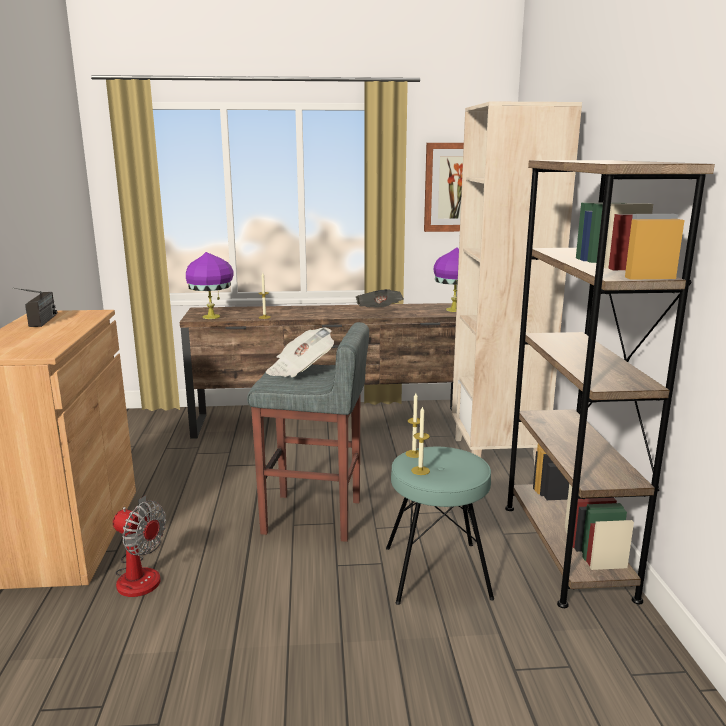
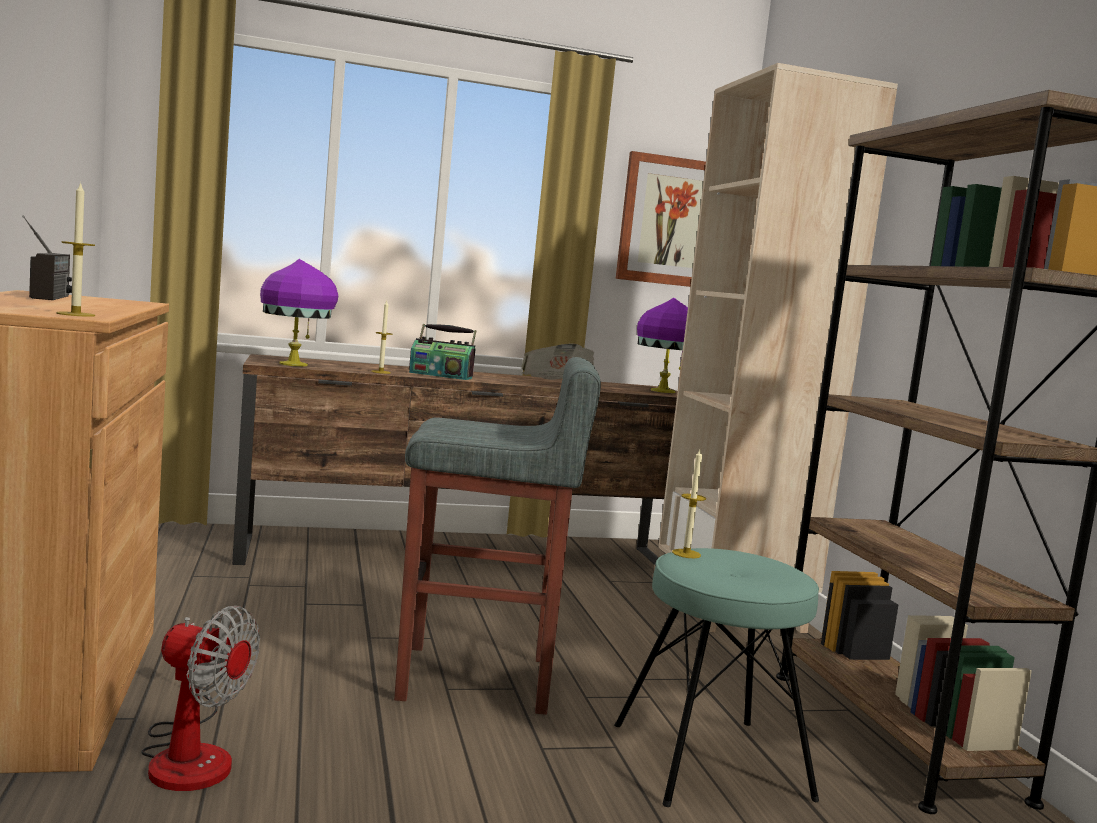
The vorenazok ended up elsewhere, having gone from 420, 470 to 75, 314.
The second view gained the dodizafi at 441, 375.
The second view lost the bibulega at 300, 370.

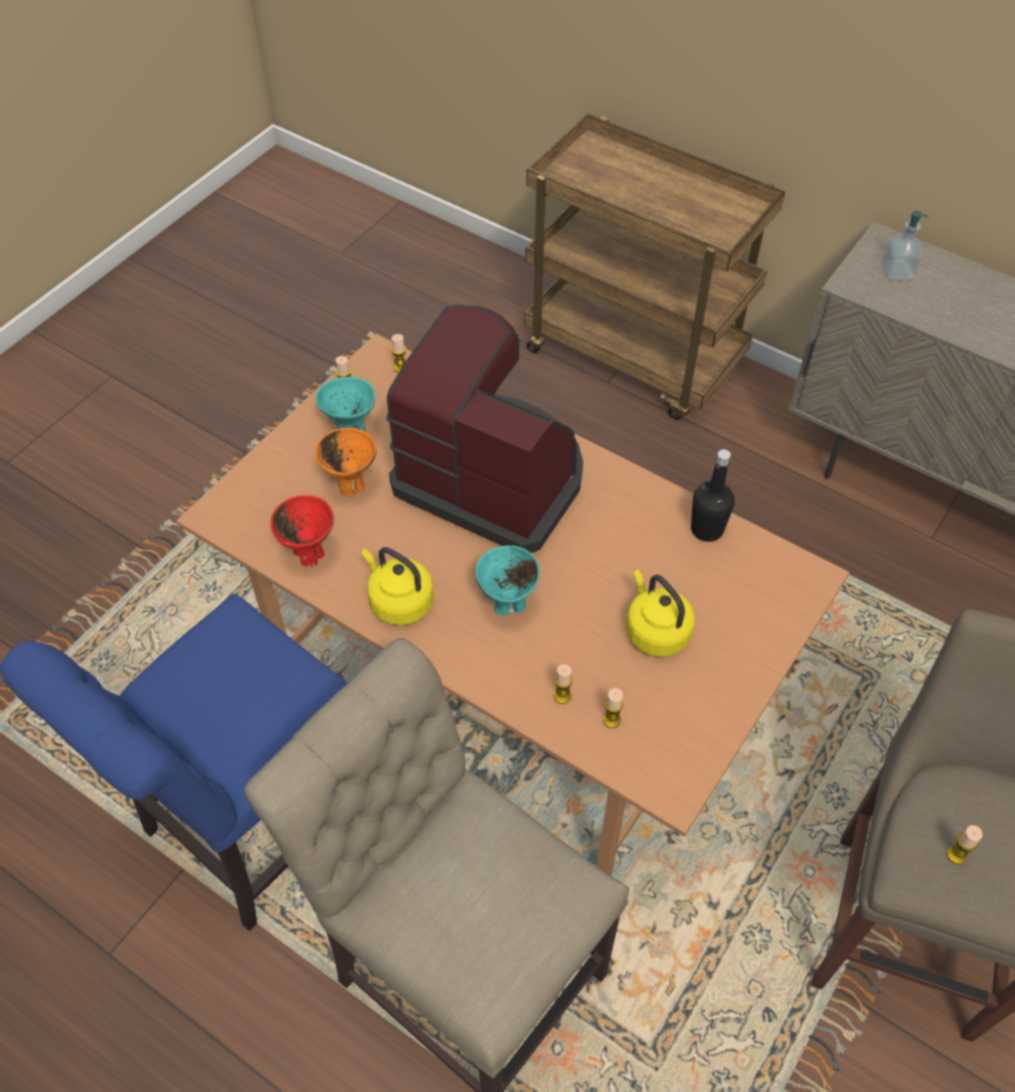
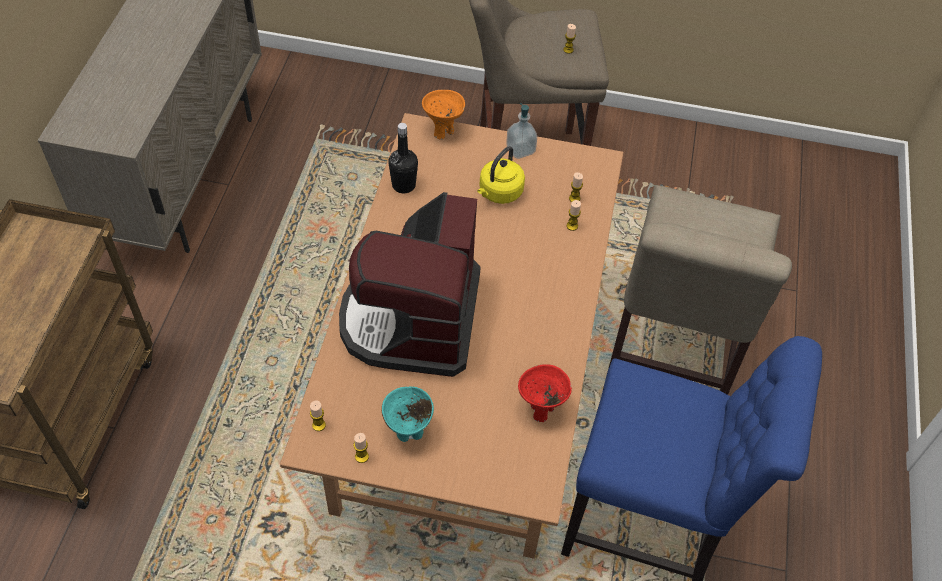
The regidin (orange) ended up elsewhere, having gone from 351, 485 to 443, 131.
The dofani ended up elsewhere, having gone from 896, 272 to 520, 150.
The second view lost the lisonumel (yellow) at 399, 601.
The second view lost the regidin (turquoise) at 508, 605.

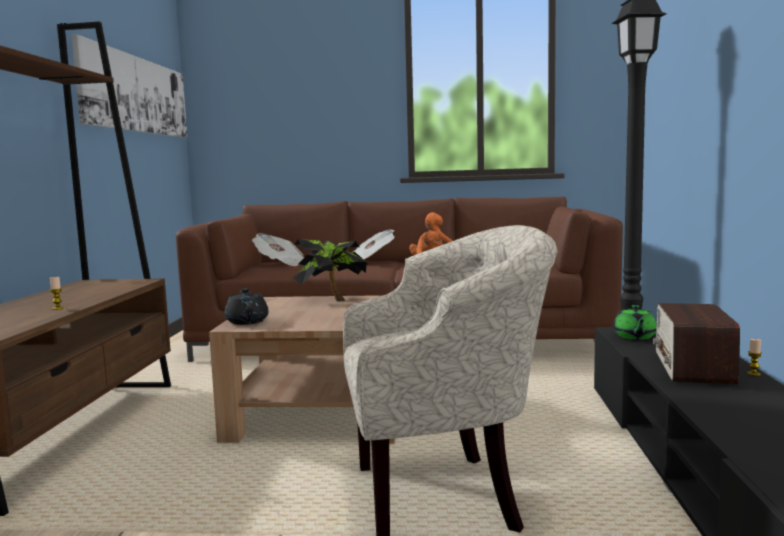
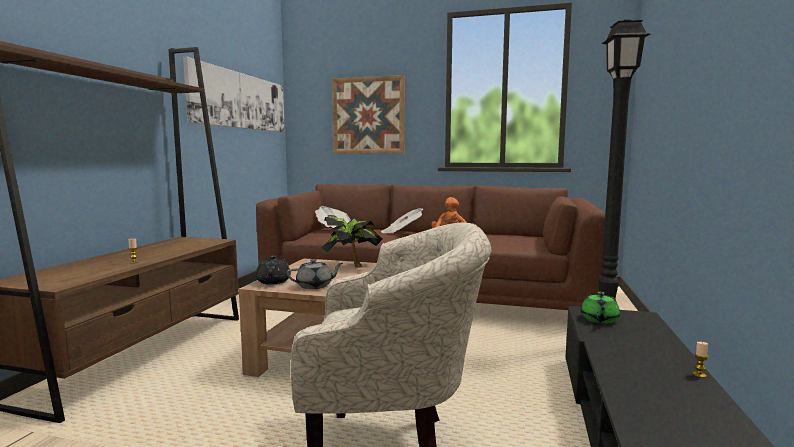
The second view gained the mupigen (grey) at 315, 286.
The second view gained the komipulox at 368, 115.
The second view lost the dodizafi at 693, 367.

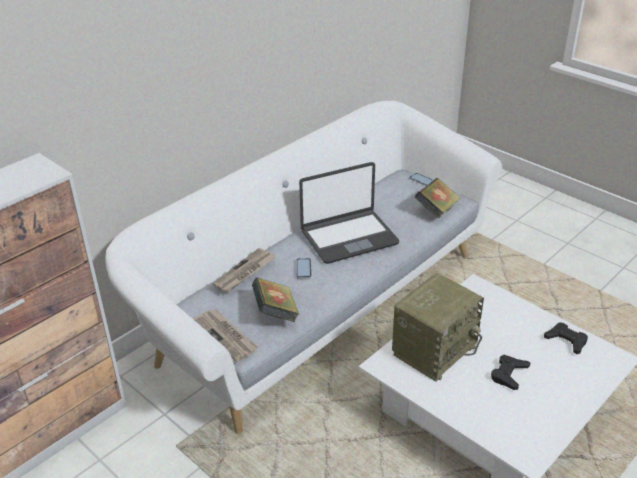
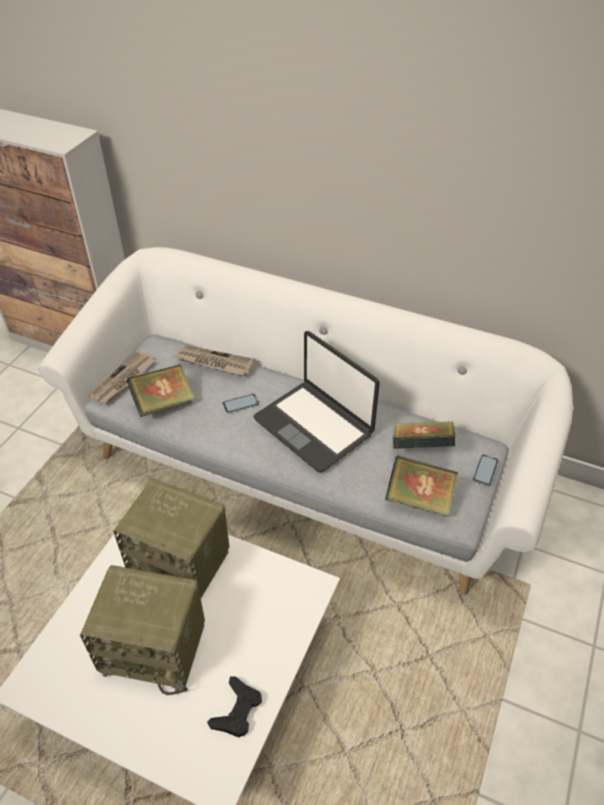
Where the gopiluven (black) stood at 509, 374, the dodizafi came to stand at 156, 647.
The second view gained the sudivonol at 421, 448.

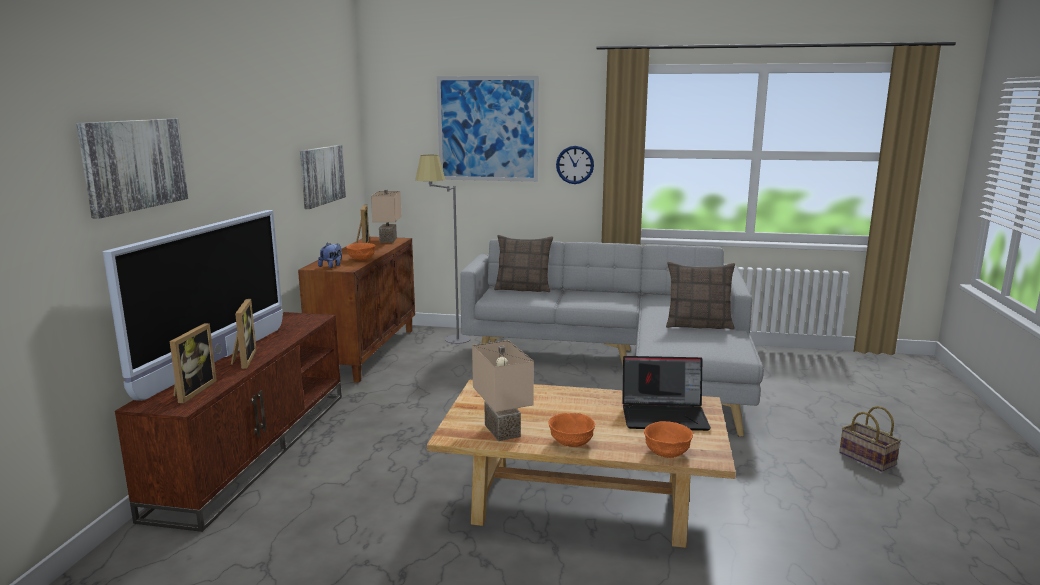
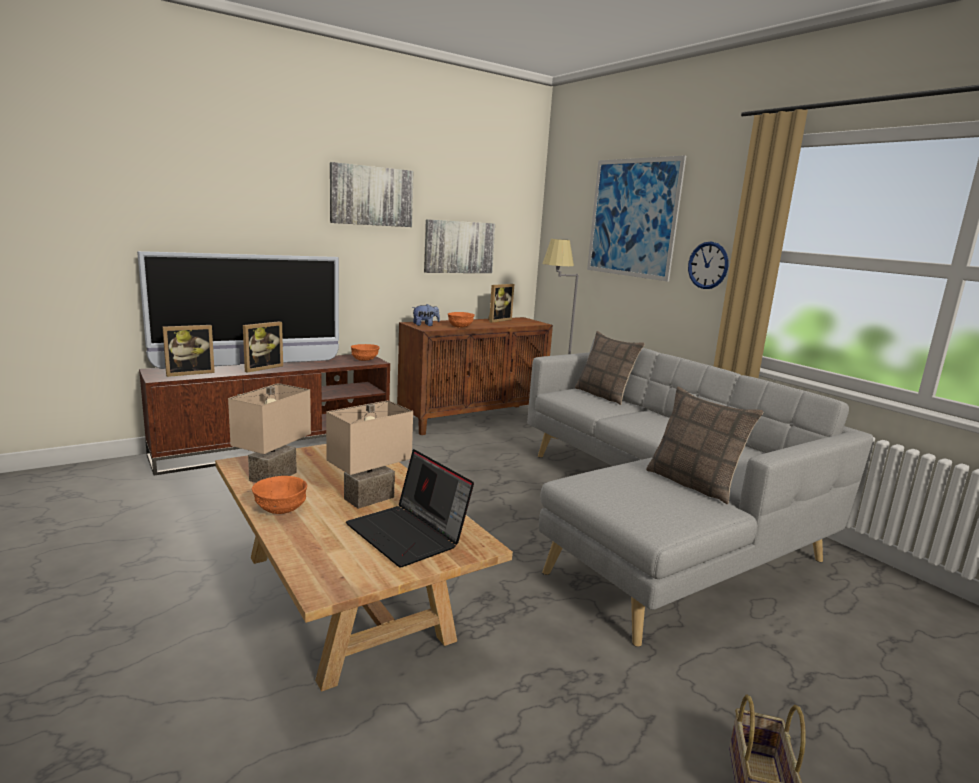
The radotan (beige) ended up elsewhere, having gone from 389, 240 to 370, 499.
The komipulox ended up elsewhere, having gone from 134, 164 to 371, 196.
The regidin (orange) ended up elsewhere, having gone from 667, 452 to 364, 360.

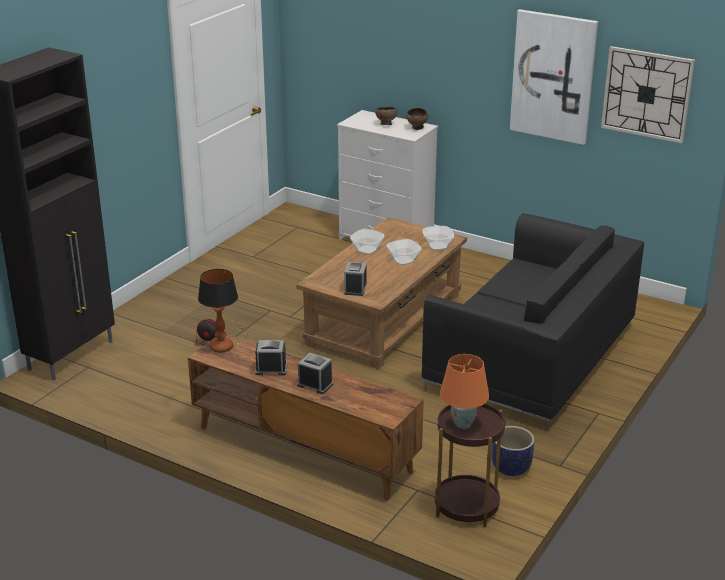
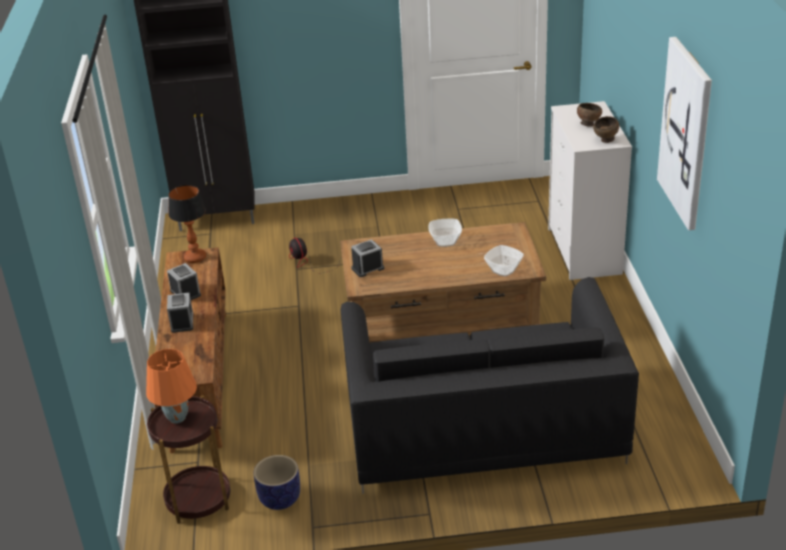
The second view lost the regidin at 403, 260.
The second view lost the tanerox at 647, 94.

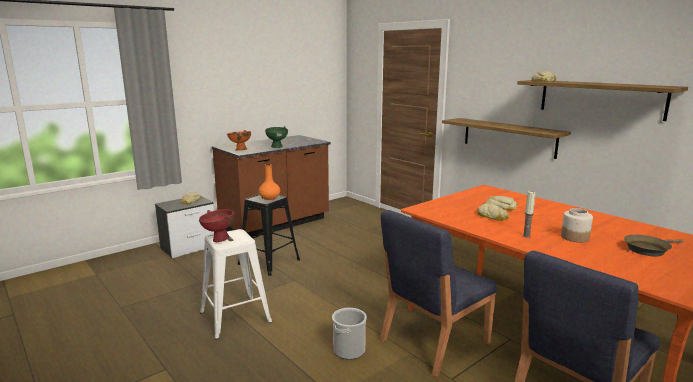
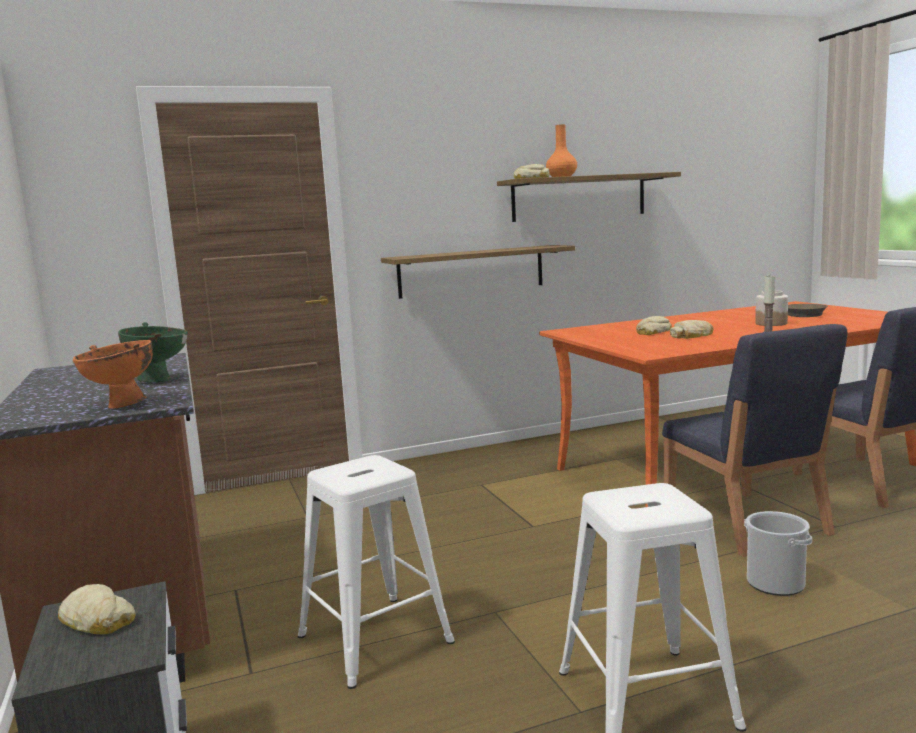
What was the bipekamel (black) at 270, 262 turned into the bipekamel (white) at 375, 637.
The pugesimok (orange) ended up elsewhere, having gone from 270, 198 to 562, 177.
The second view lost the regidin (red) at 219, 240.

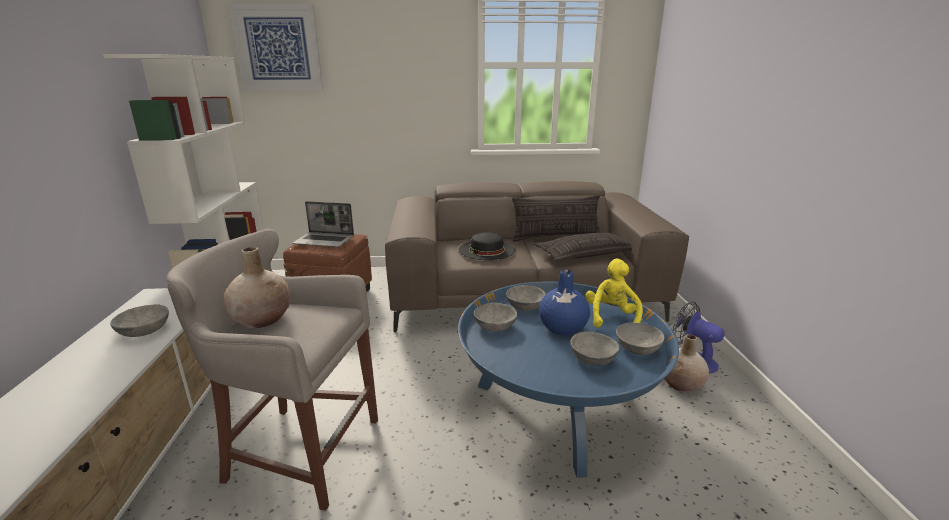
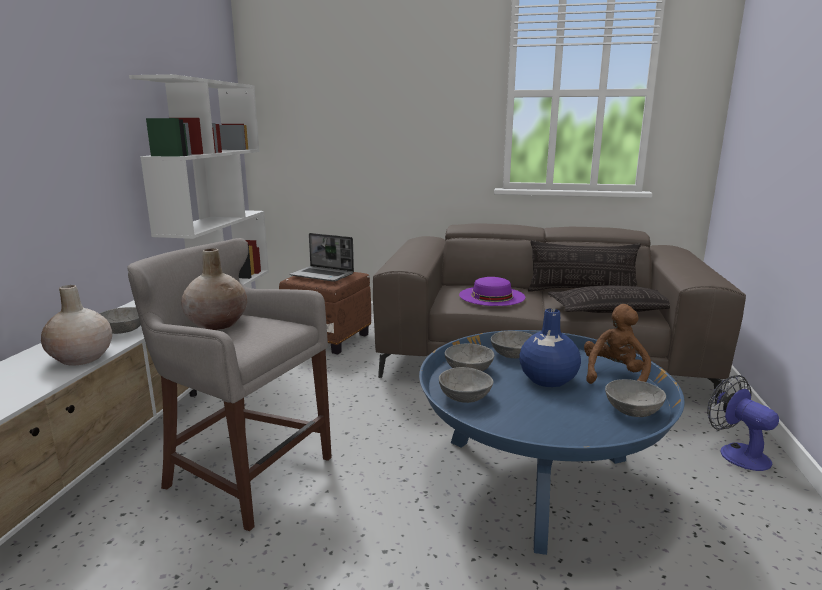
The pugesimok (beige) ended up elsewhere, having gone from 681, 384 to 81, 358.
The regidin (grey) ended up elsewhere, having gone from 592, 359 to 464, 397.
What was the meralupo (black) at 486, 249 turned into the meralupo (purple) at 491, 296.
What was the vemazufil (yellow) at 611, 317 turned into the vemazufil (brown) at 614, 376.
The second view lost the komipulox at 278, 48.

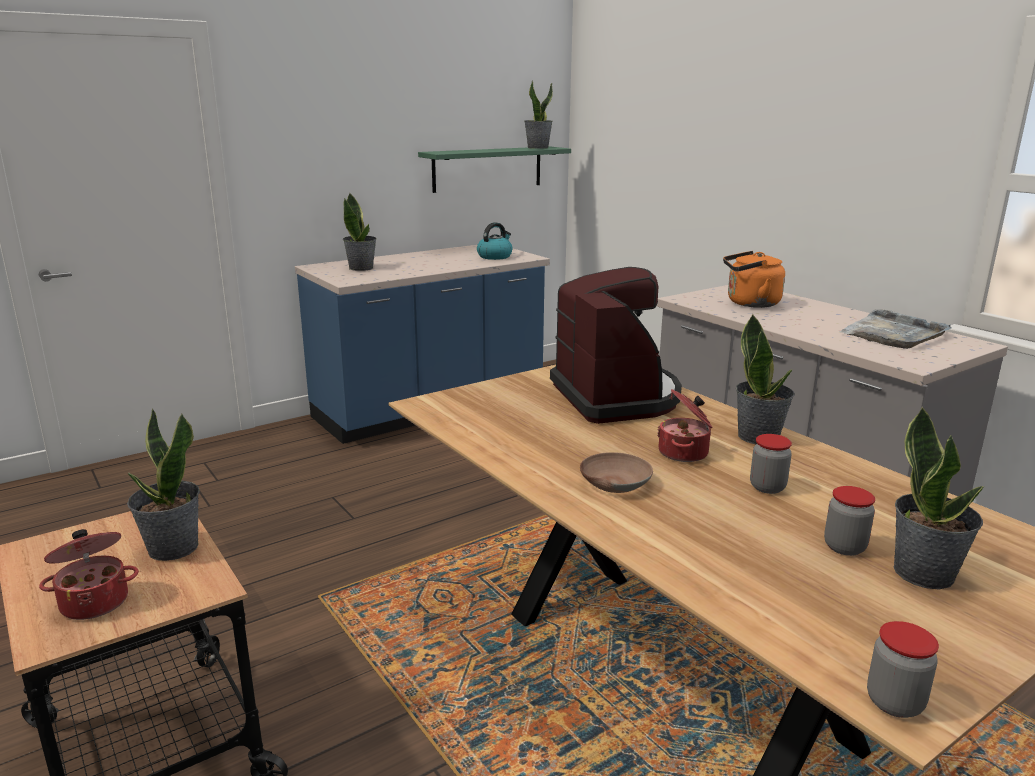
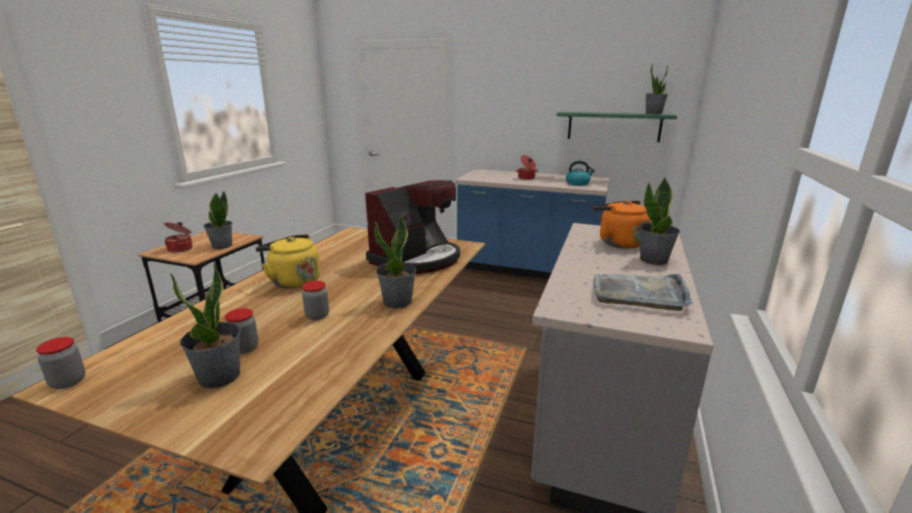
Where the regidin (brown) stood at 614, 482, the lisonumel (yellow) came to stand at 293, 281.
The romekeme ended up elsewhere, having gone from 684, 453 to 526, 178.
The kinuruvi ended up elsewhere, having gone from 361, 268 to 654, 260.

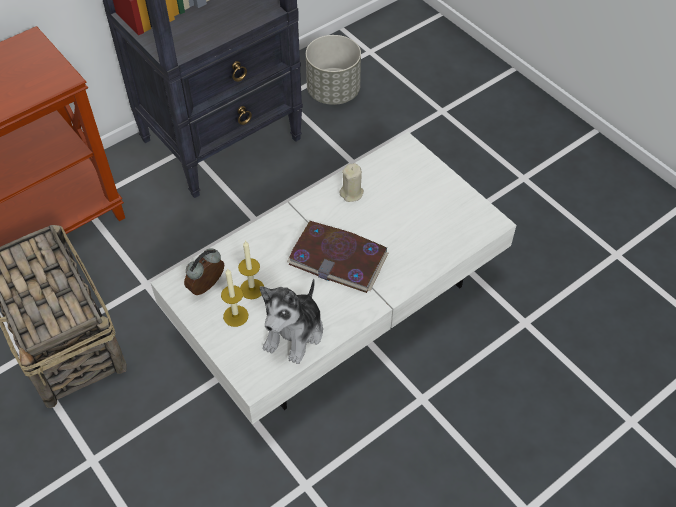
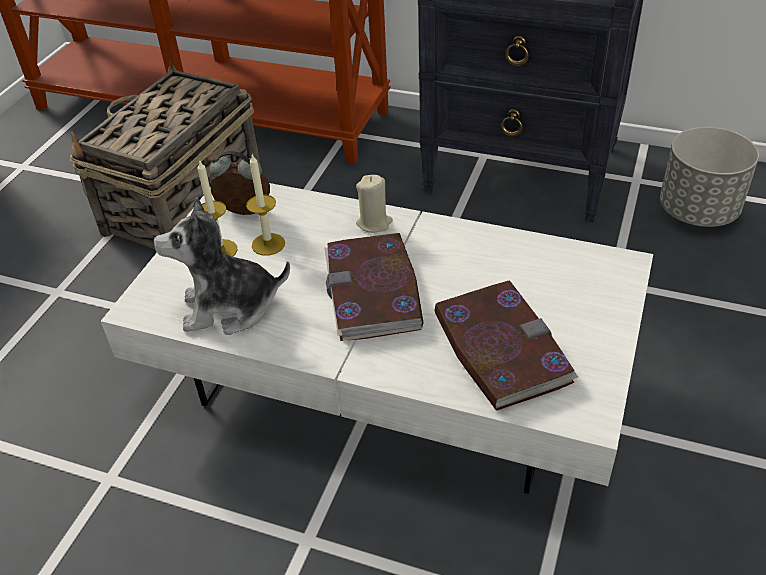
The vorenazok (beige) ended up elsewhere, having gone from 351, 193 to 374, 223.
The second view gained the sudivonol at 500, 348.

